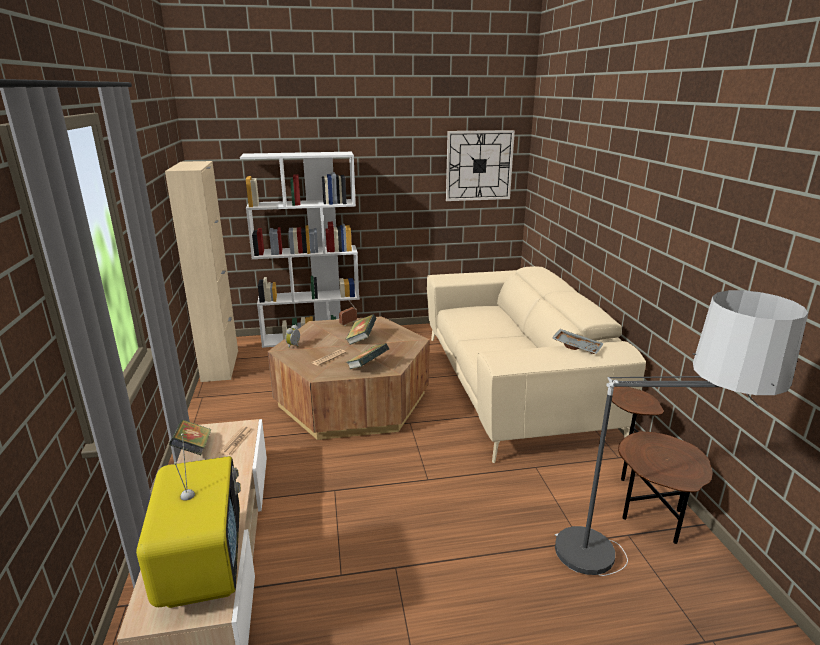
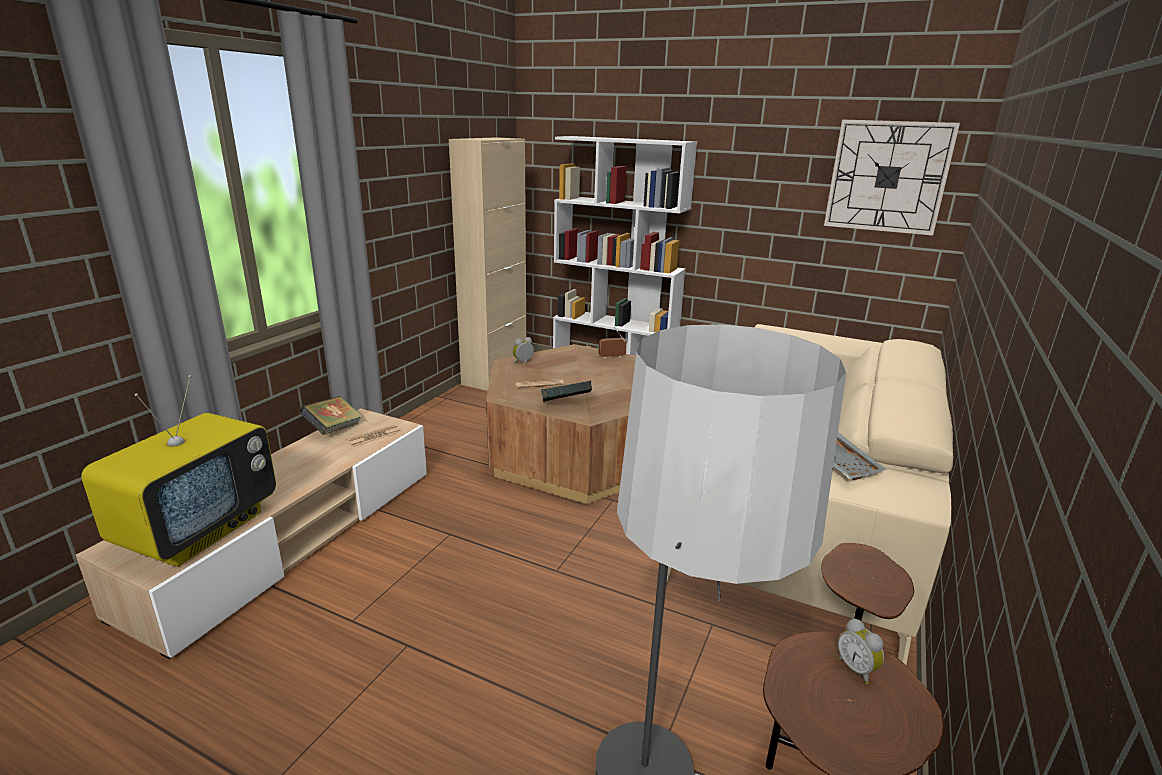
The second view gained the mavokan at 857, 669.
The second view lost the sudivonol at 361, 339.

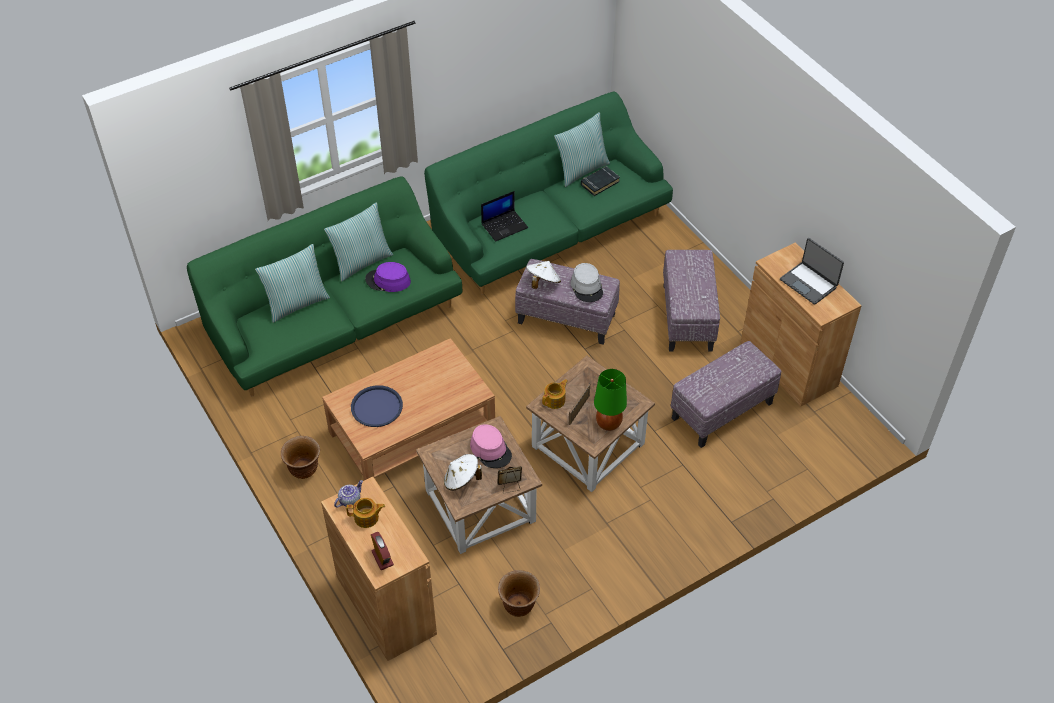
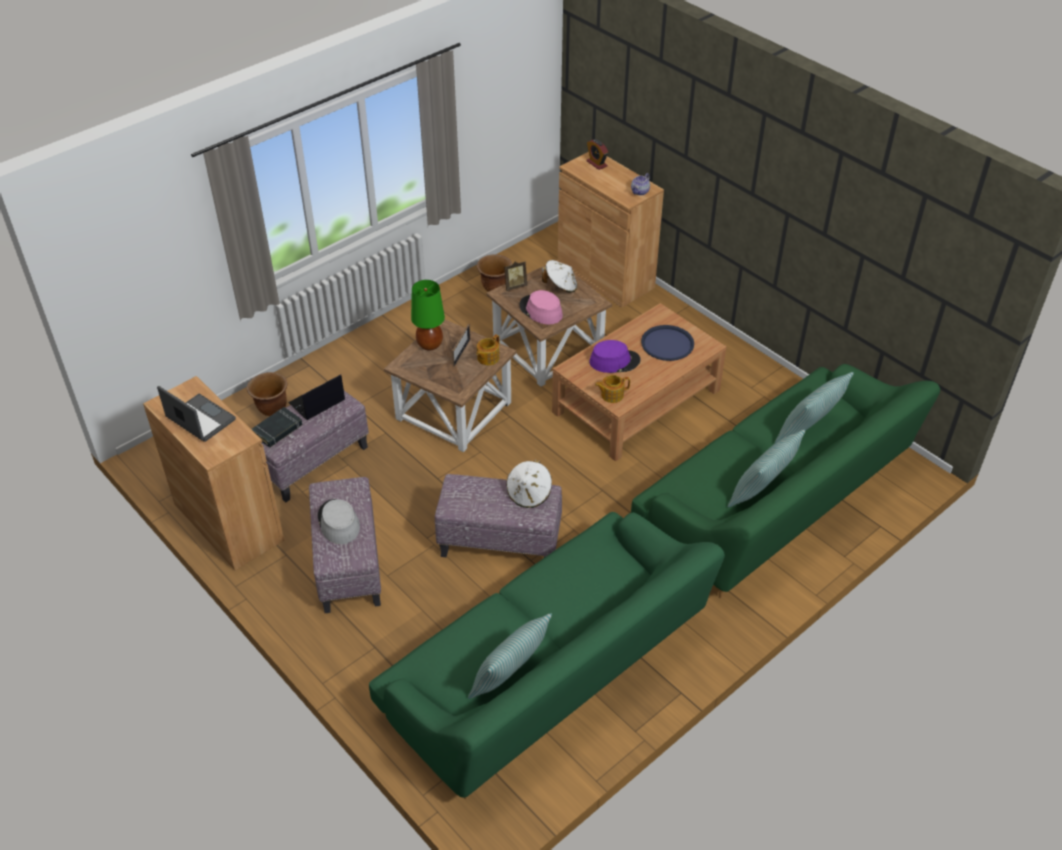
The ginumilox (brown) ended up elsewhere, having gone from 304, 469 to 272, 409.
The sudivonol (black) ended up elsewhere, having gone from 599, 183 to 277, 430.
The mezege ended up elsewhere, having gone from 505, 225 to 316, 402.
The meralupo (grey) ended up elsewhere, having gone from 587, 287 to 338, 522.
The meralupo (purple) ended up elsewhere, having gone from 388, 281 to 614, 361.
The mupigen ended up elsewhere, having gone from 367, 518 to 611, 395.

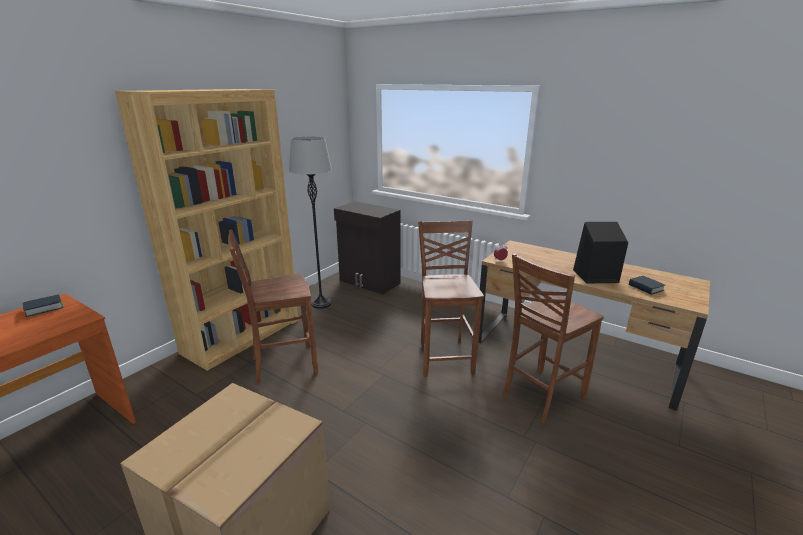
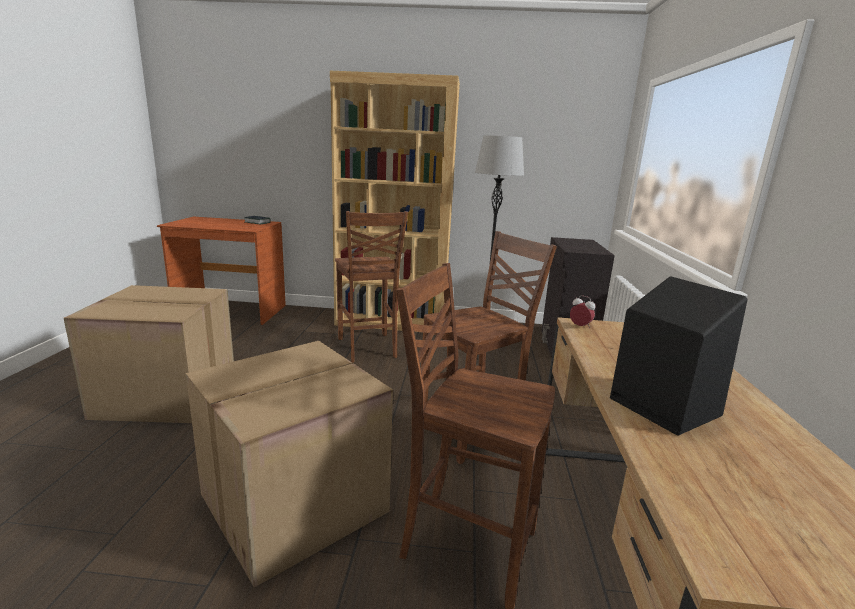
The second view gained the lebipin at 293, 505.
The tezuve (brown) at 283, 364 ended up facing another way, 150 degrees counterclockwise from before.
The second view lost the sudivonol at 645, 288.

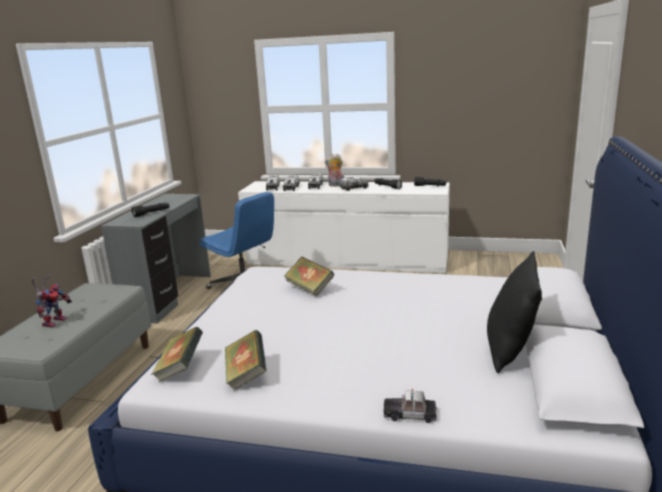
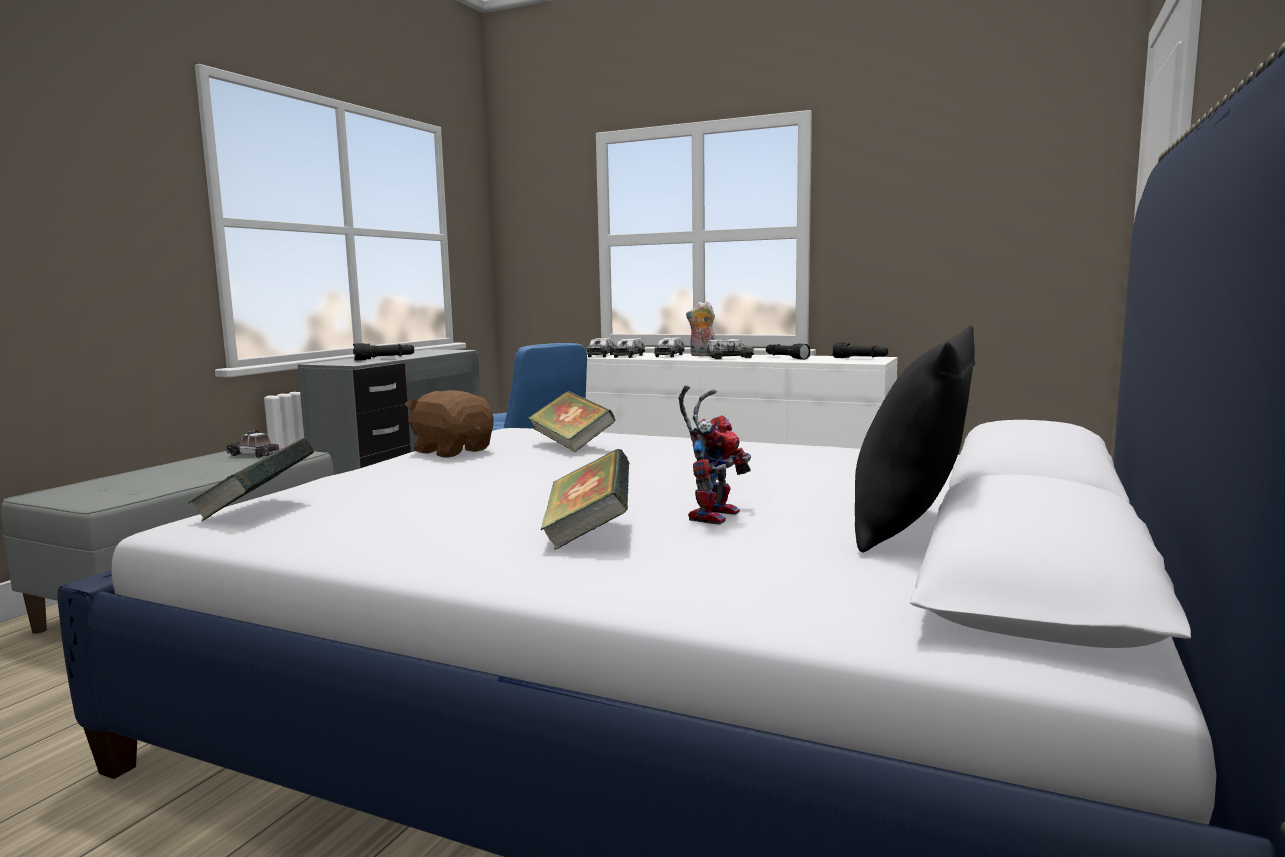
The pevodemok ended up elsewhere, having gone from 410, 413 to 254, 454.
The second view gained the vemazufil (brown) at 452, 451.
The sudivonol ended up elsewhere, having gone from 246, 375 to 588, 533.
The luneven ended up elsewhere, having gone from 54, 321 to 712, 514.

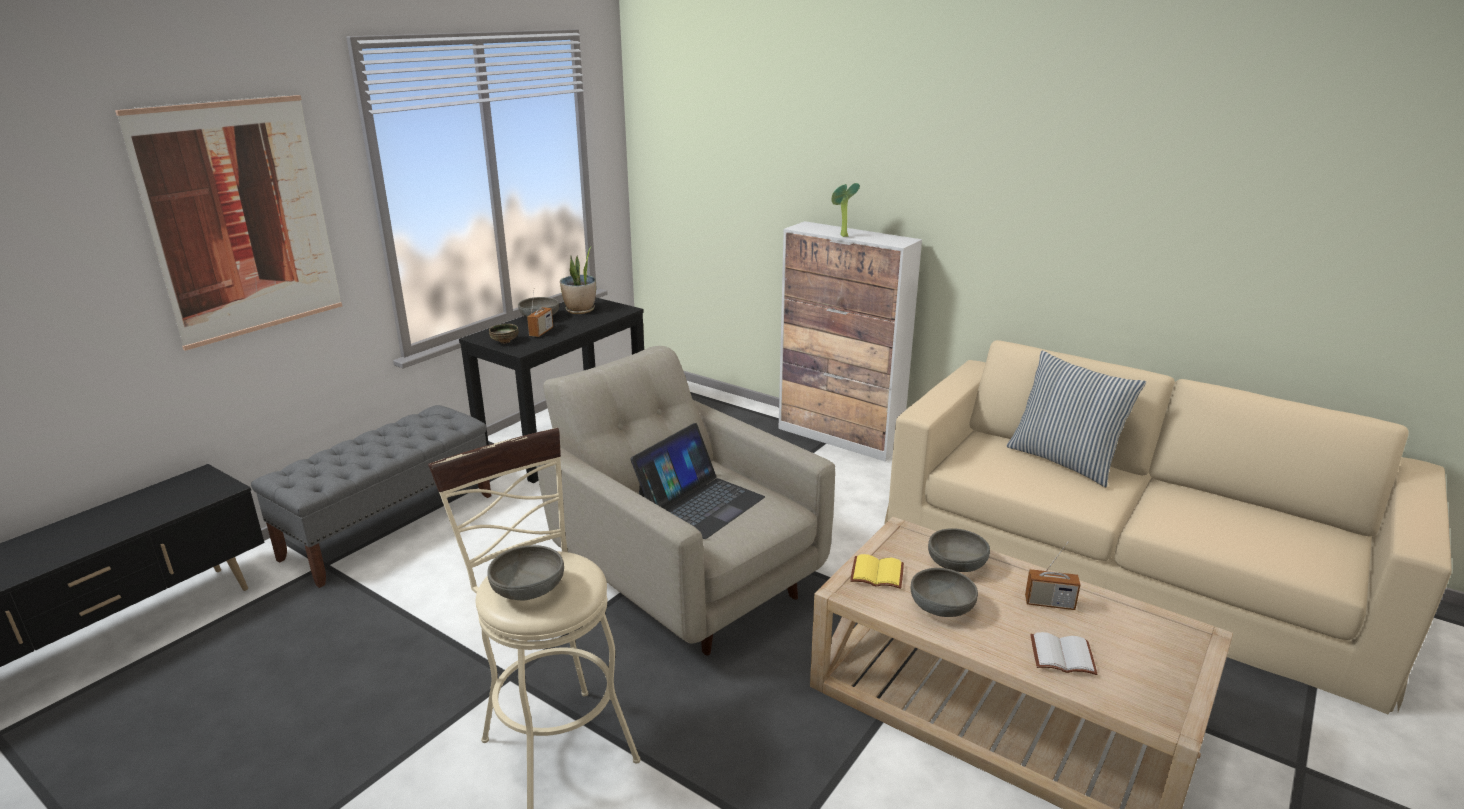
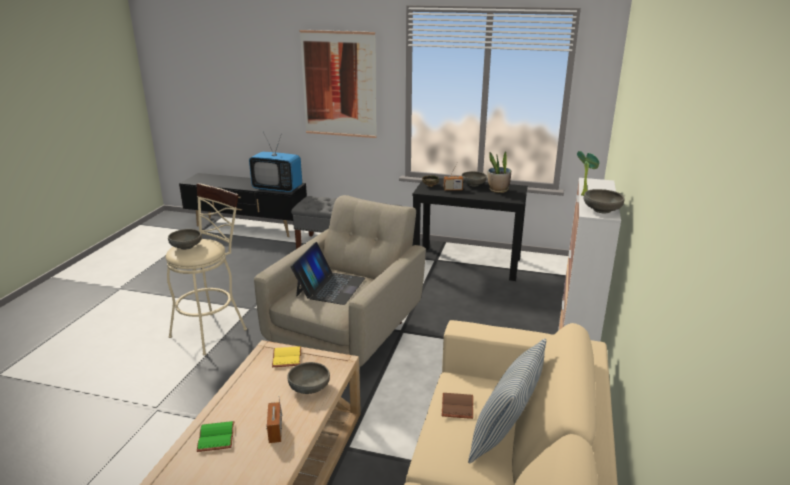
What was the sudivonol (white) at 1063, 654 turned into the sudivonol (green) at 217, 437.
The second view gained the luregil at 277, 188.
The mezege at 699, 502 ended up facing another way, 90 degrees counterclockwise from before.
The second view gained the sudivonol (brown) at 456, 406.
The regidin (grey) ended up elsewhere, having gone from 941, 608 to 601, 210.

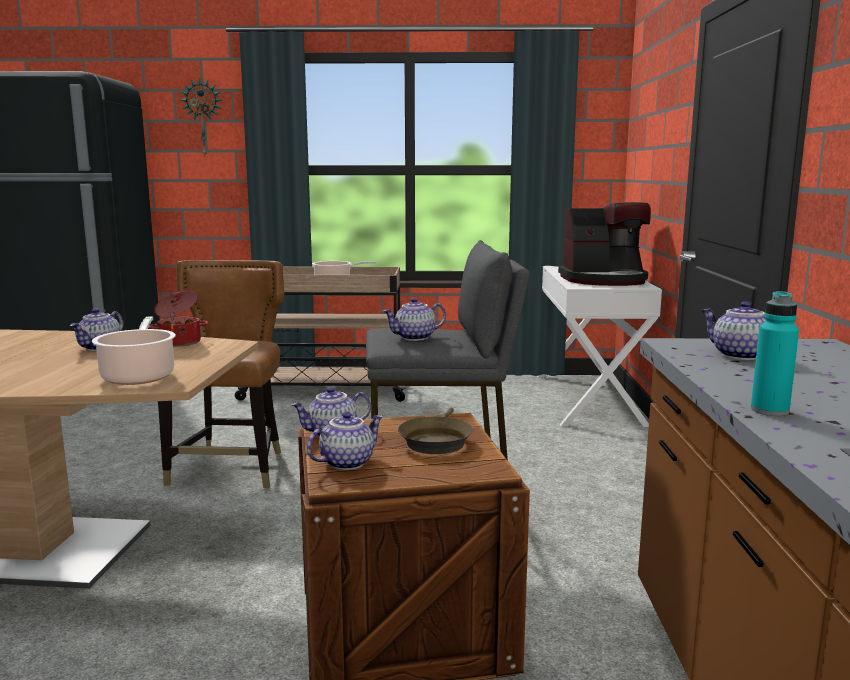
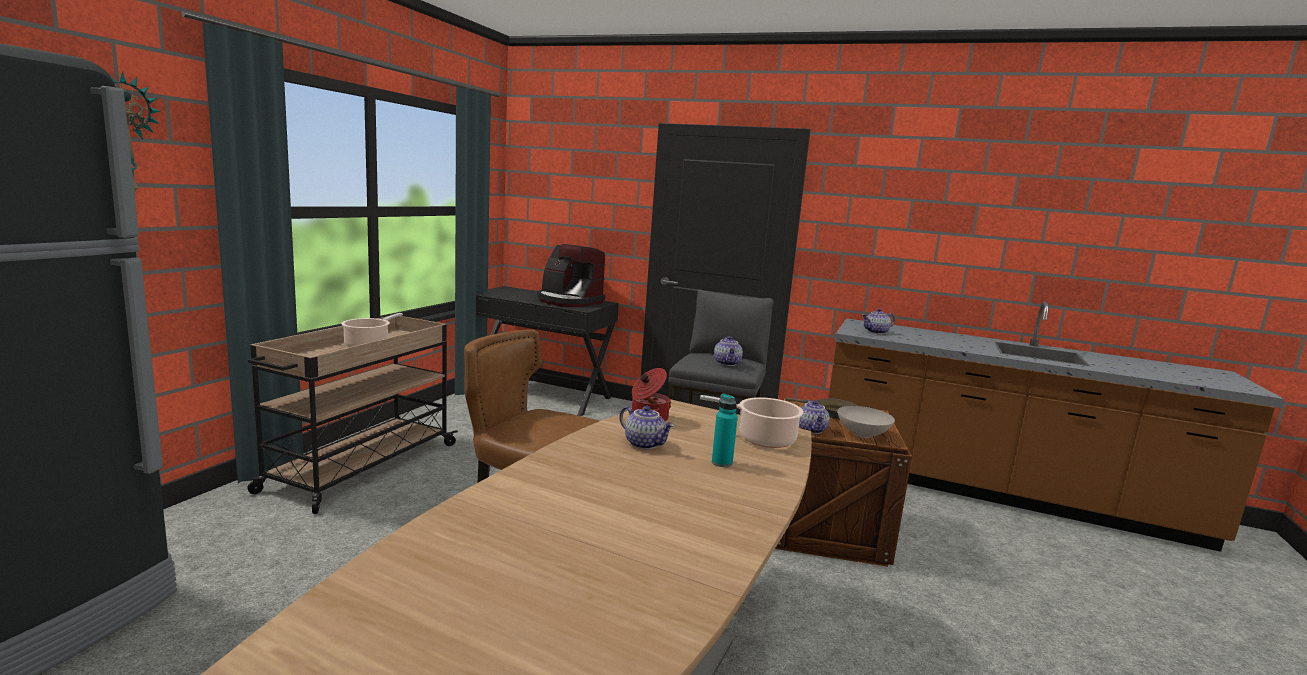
What was the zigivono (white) at 589, 398 turned into the zigivono (black) at 540, 394.
The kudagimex at 604, 280 ended up facing another way, 105 degrees clockwise from before.
The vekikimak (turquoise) ended up elsewhere, having gone from 769, 410 to 722, 463.
Where the mupigen stood at 346, 462, the regidin (white) came to stand at 862, 435.

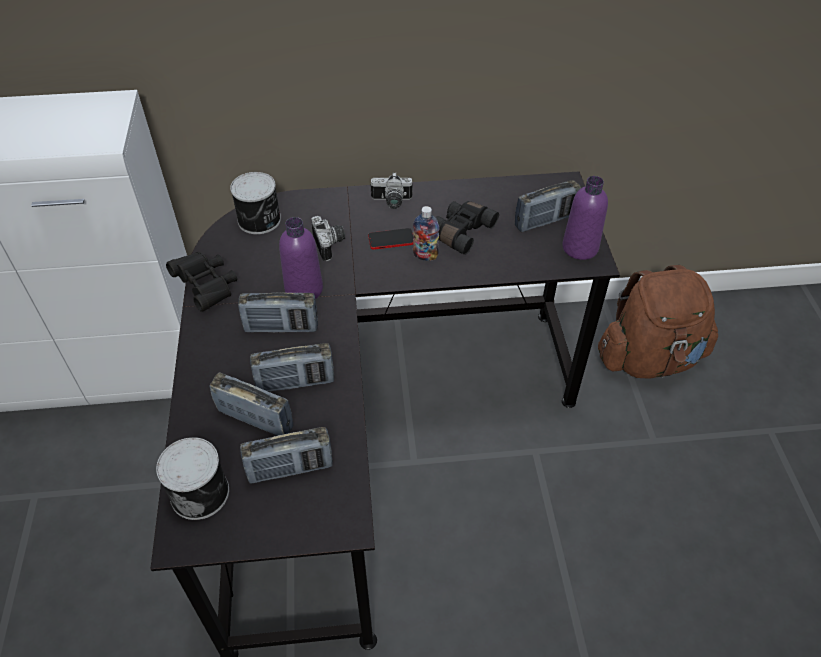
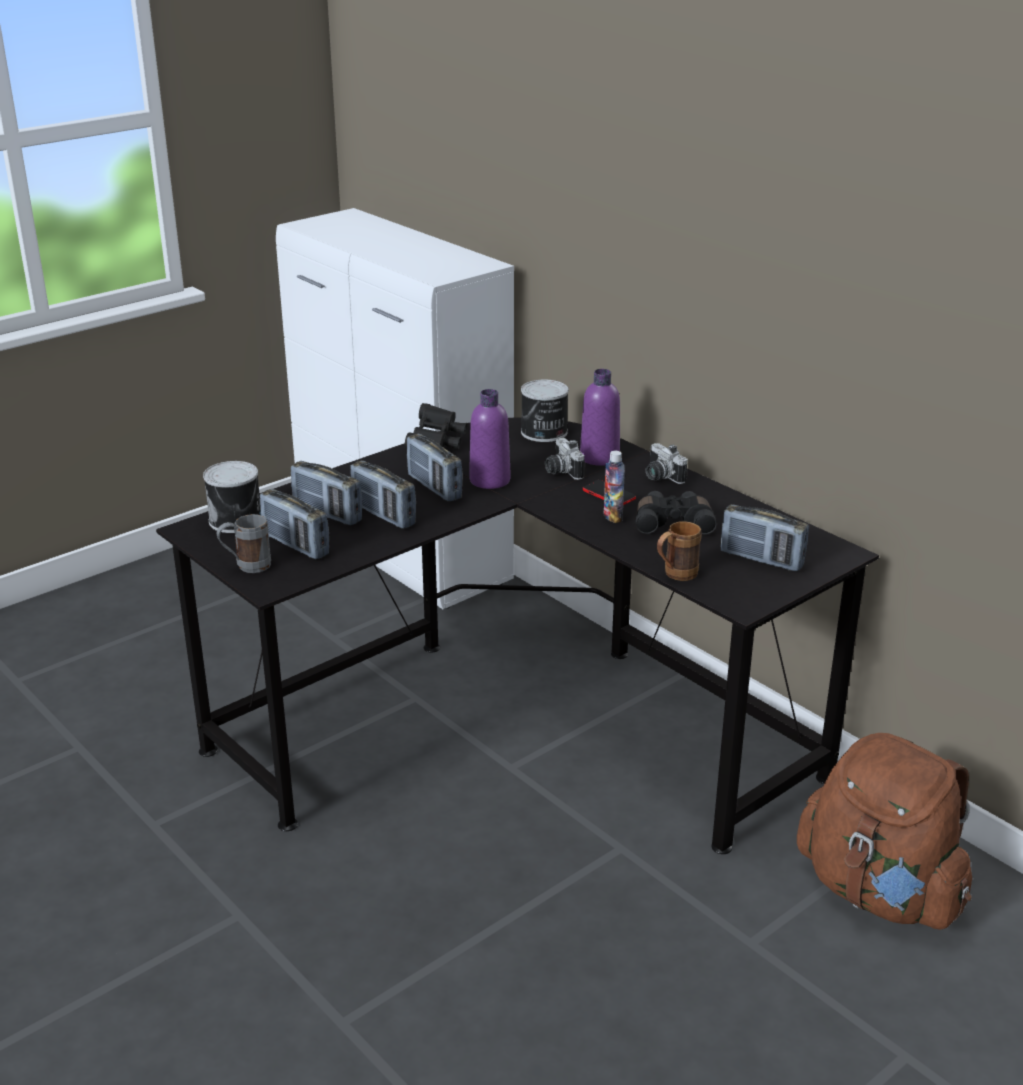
The second view gained the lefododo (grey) at 246, 567.
The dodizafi at 255, 419 ended up facing another way, 135 degrees clockwise from before.
The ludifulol at 331, 244 ended up facing another way, 120 degrees clockwise from before.
The vekikimak (purple) ended up elsewhere, having gone from 580, 248 to 599, 457.
The second view gained the lefododo (brown) at 675, 575.

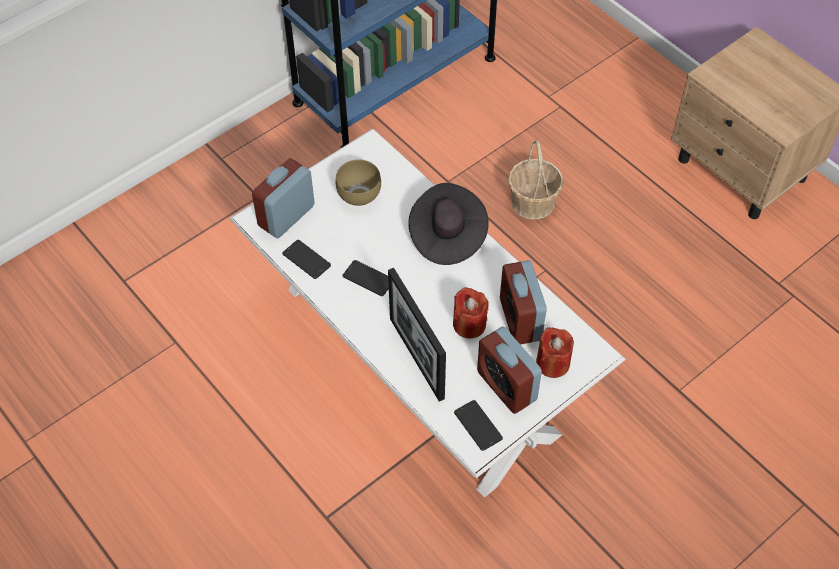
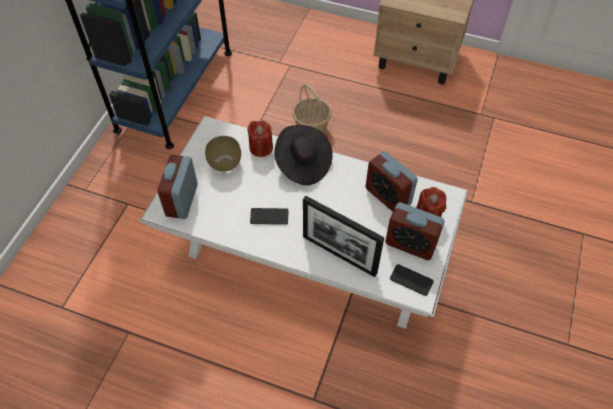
The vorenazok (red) ended up elsewhere, having gone from 469, 324 to 261, 148.
The second view lost the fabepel at 306, 259.

